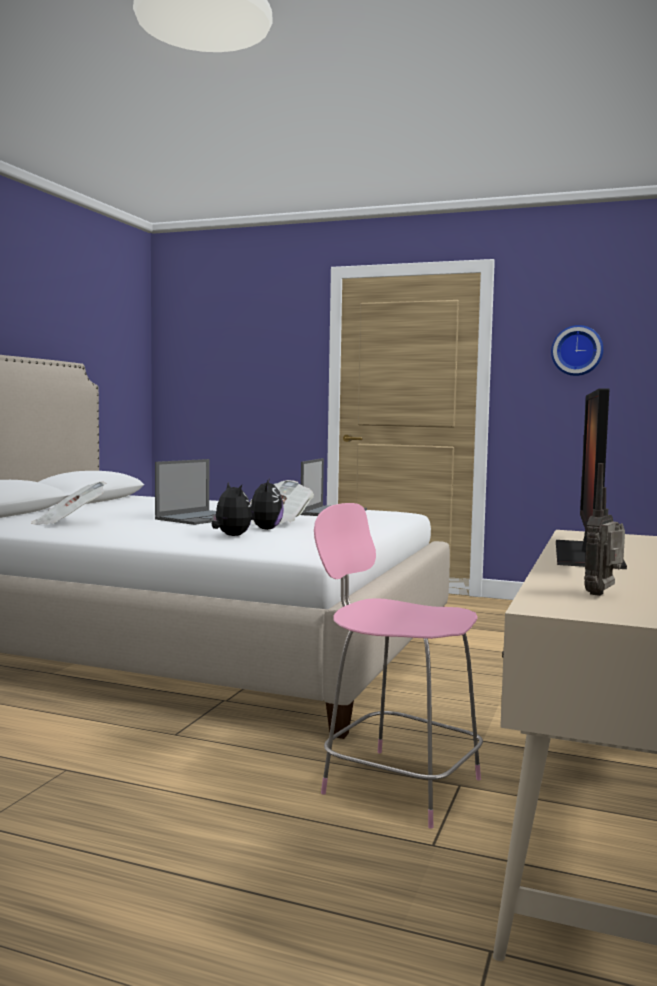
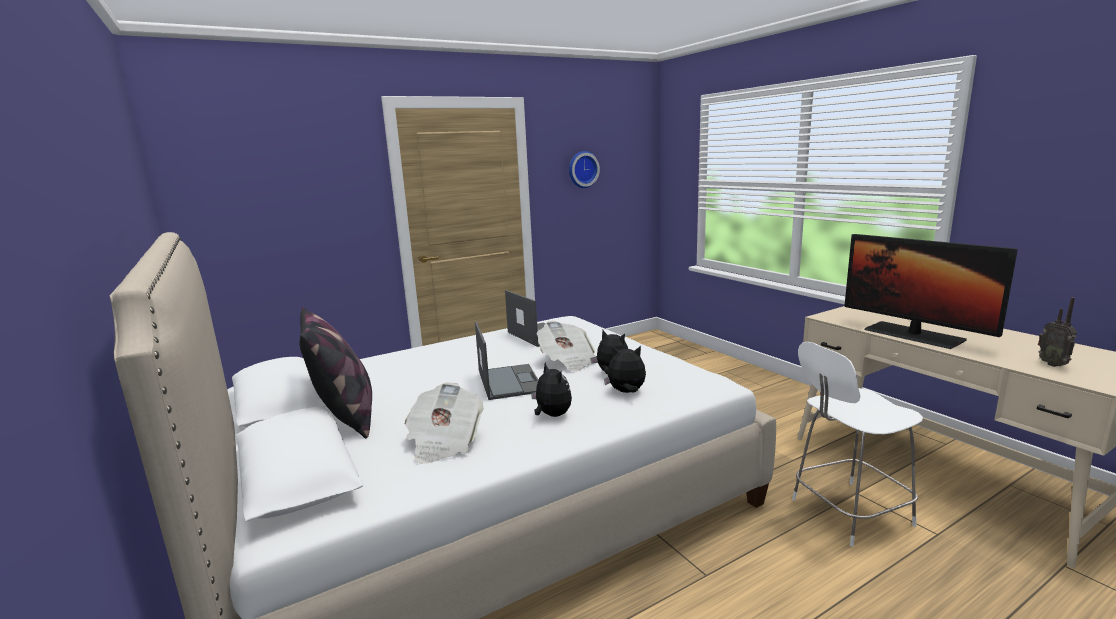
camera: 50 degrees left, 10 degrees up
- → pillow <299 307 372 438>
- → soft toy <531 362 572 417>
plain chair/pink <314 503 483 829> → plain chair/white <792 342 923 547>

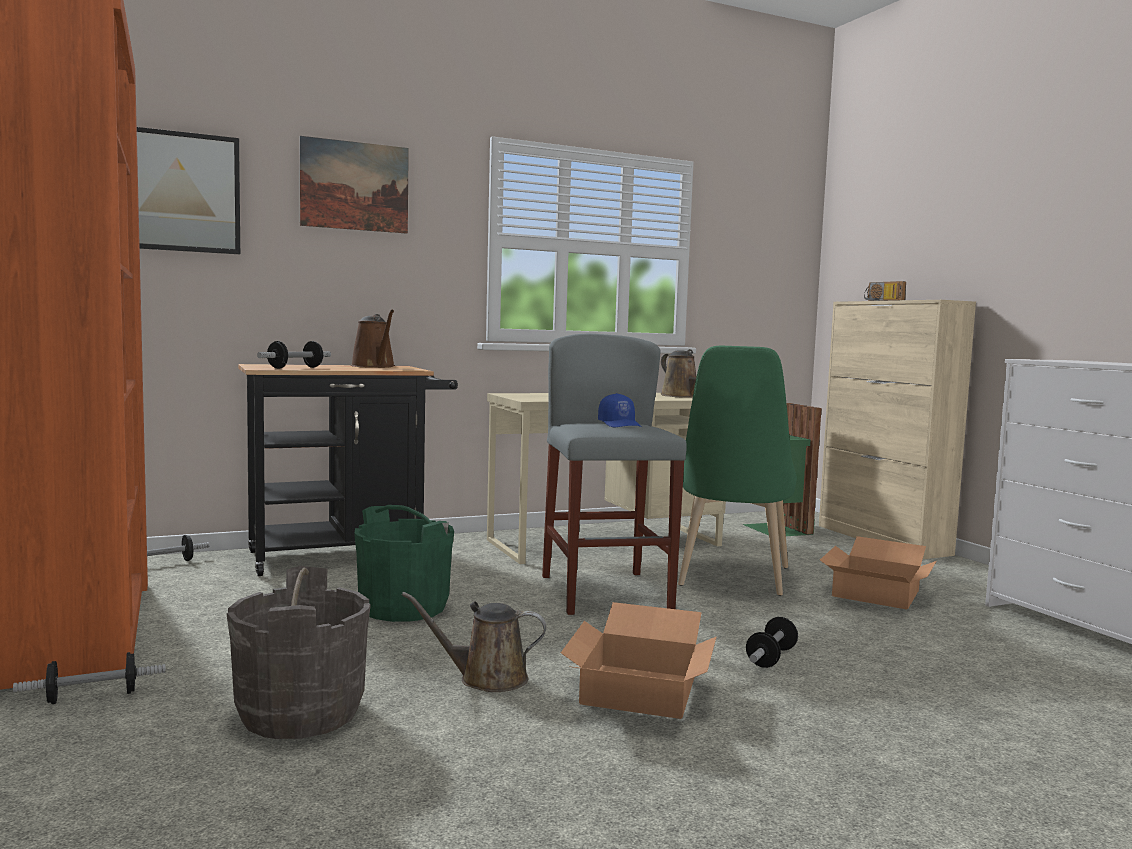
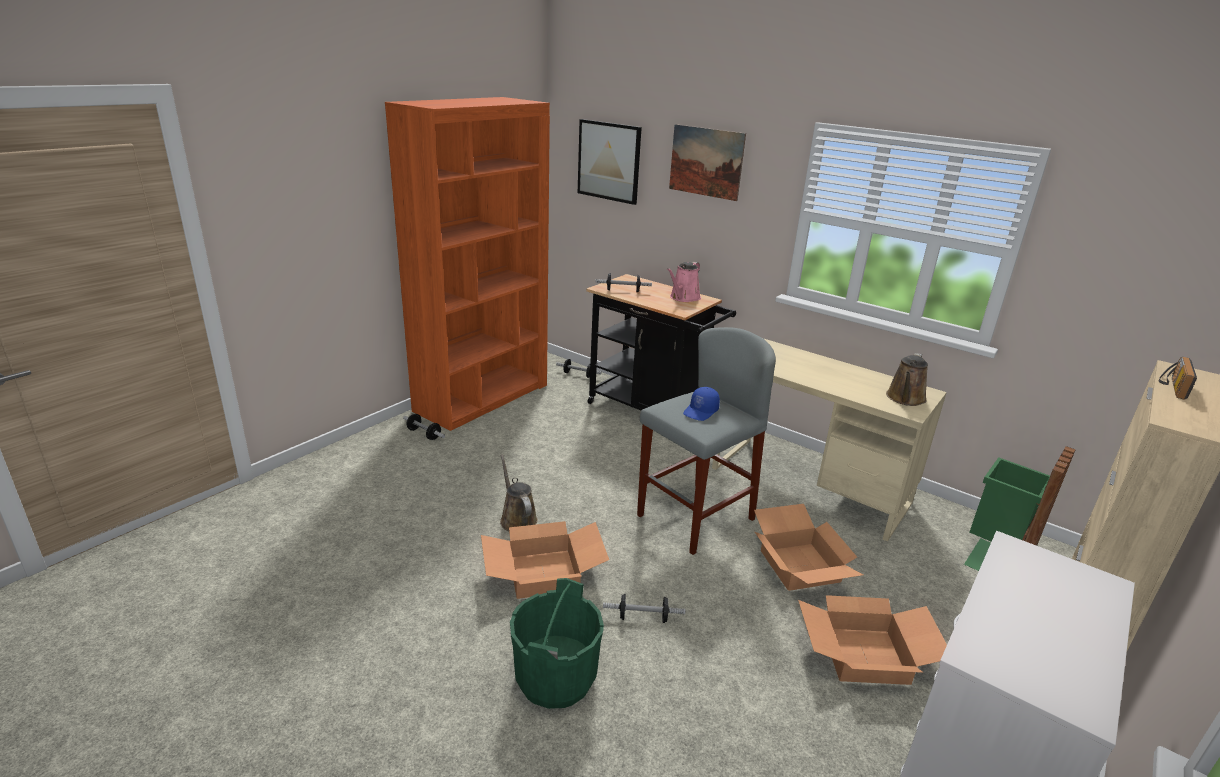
camera: 60 degrees right, 20 degrees up
bucket/greenish <355 505 454 622> → bucket/greenish <510 578 604 709>, relocated
watering can/brown <351 310 395 368> → watering can/pink <667 262 701 302>
plain chair/greenish <678 346 797 596> → cardboard box <754 504 863 591>
bucket/grey <227 566 370 739> → -

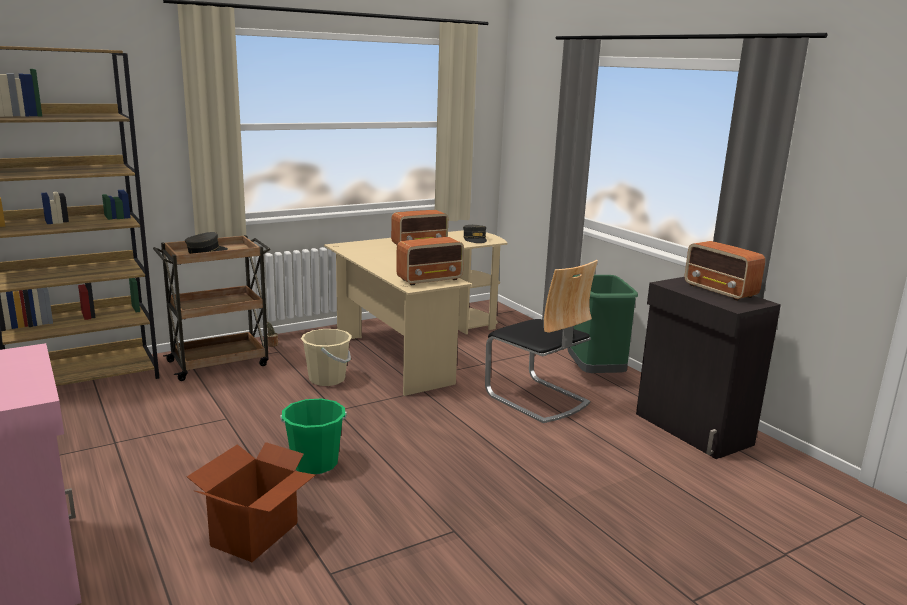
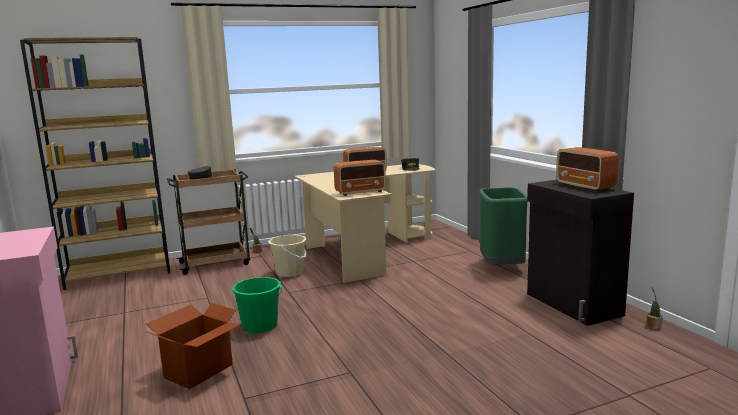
camera: 10 degrees right, 5 degrees down
- → potted plant <646 288 663 330>
plain chair <485 260 598 423> → -

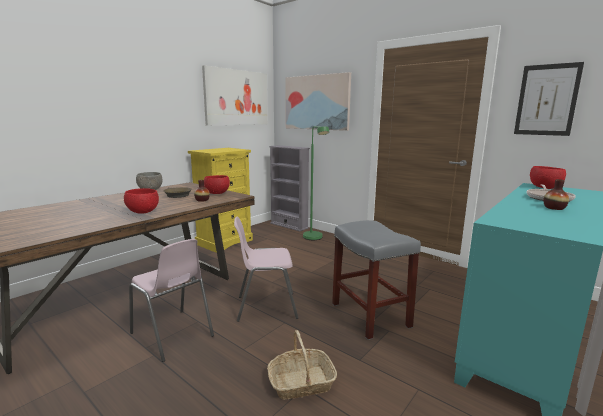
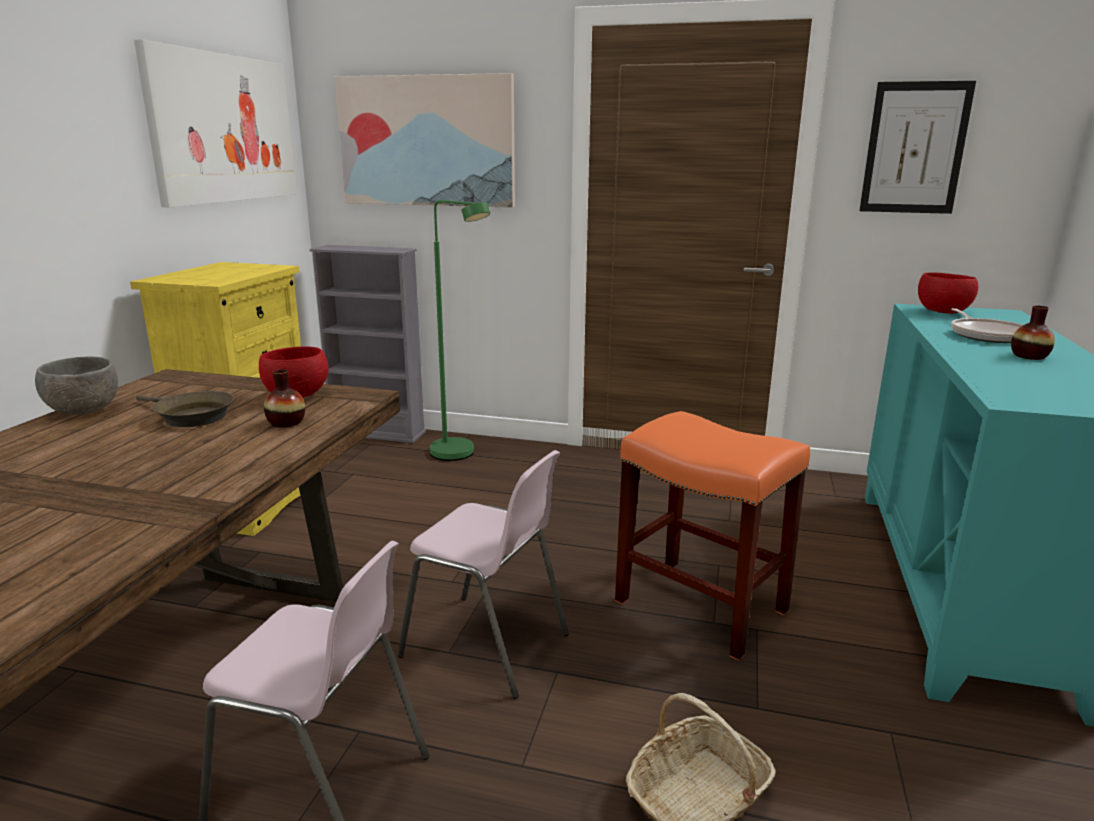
camera: 25 degrees left, 5 degrees up
plain chair/pink <234 216 298 322> → plain chair/pink <397 450 569 699>, 120 degrees counterclockwise
stool/grey <332 220 421 340> → stool/orangey <615 411 810 661>
deep dish/reddish <124 188 159 214> → -

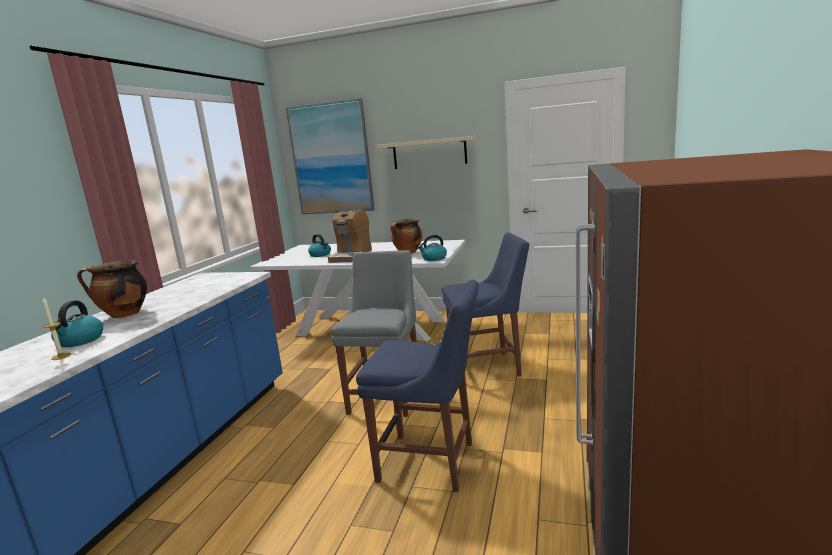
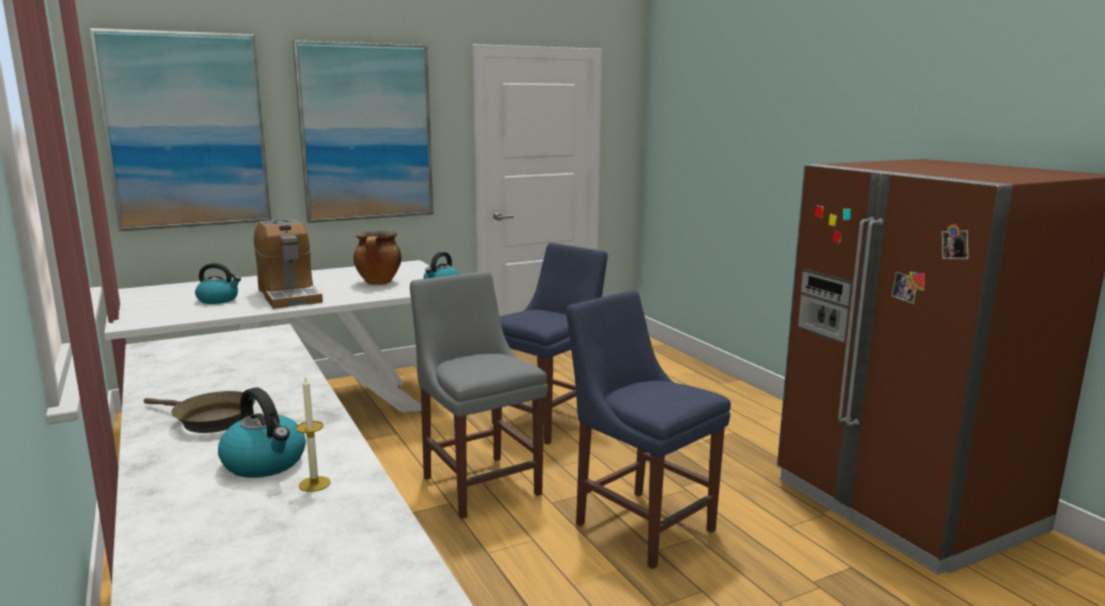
camera: 45 degrees left, 0 degrees up
saucepot <77 260 147 318> → skillet/brown <144 391 256 433>
bracket shelf/beige <377 136 476 169> → picture <293 40 433 223>
plain chair/blue <356 280 479 492> → plain chair/blue <566 290 731 569>, 105 degrees counterclockwise

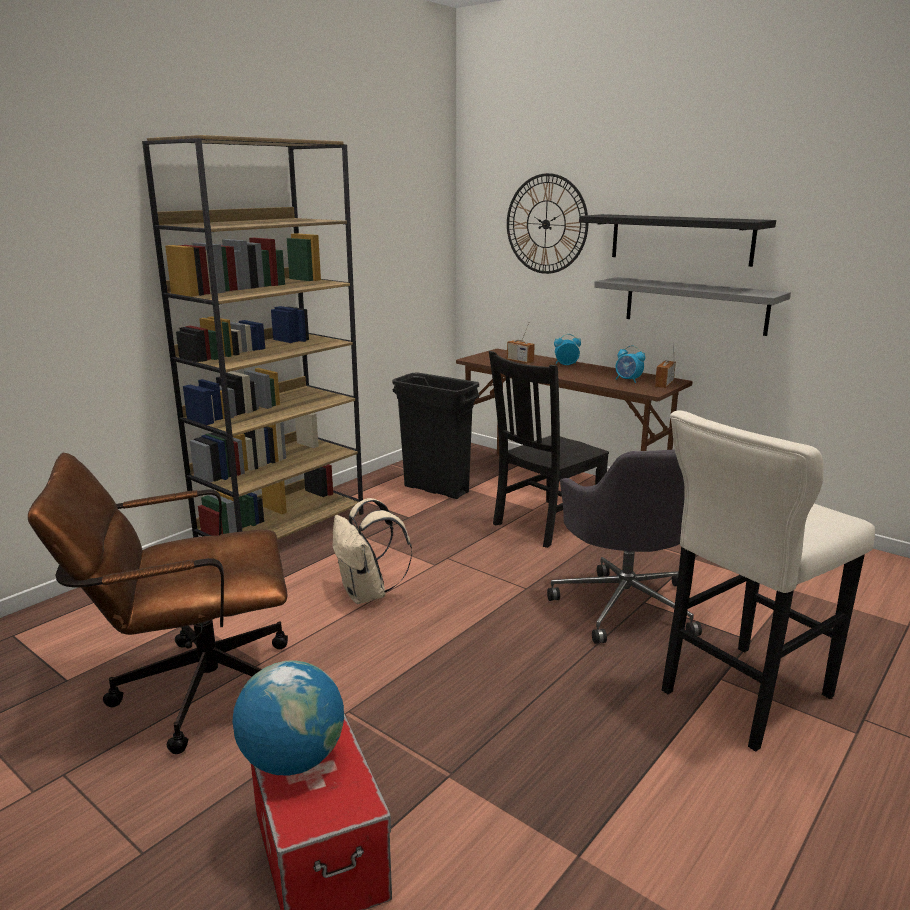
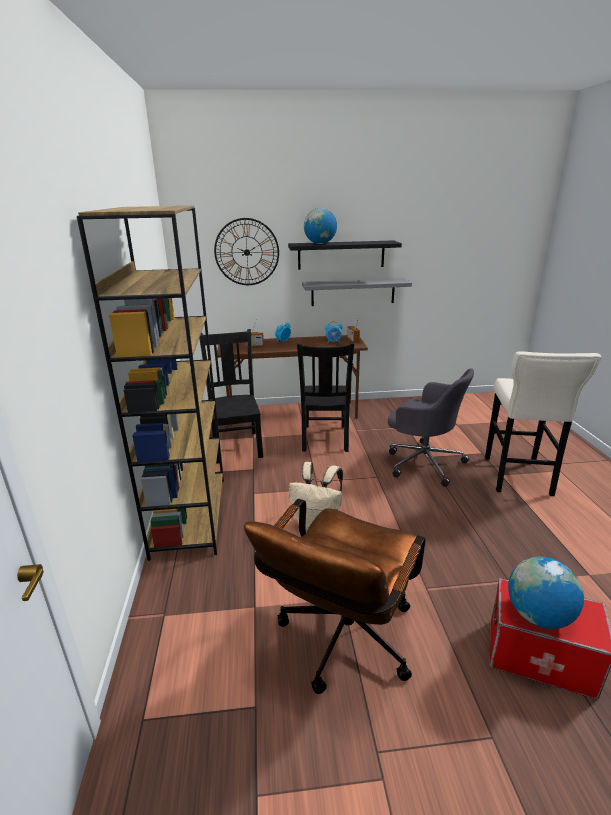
camera: 45 degrees left, 5 degrees up
waste bin/black-coloured <392 372 480 499> → plain chair/black-coloured <199 329 263 464>
- → globe <304 208 337 244>

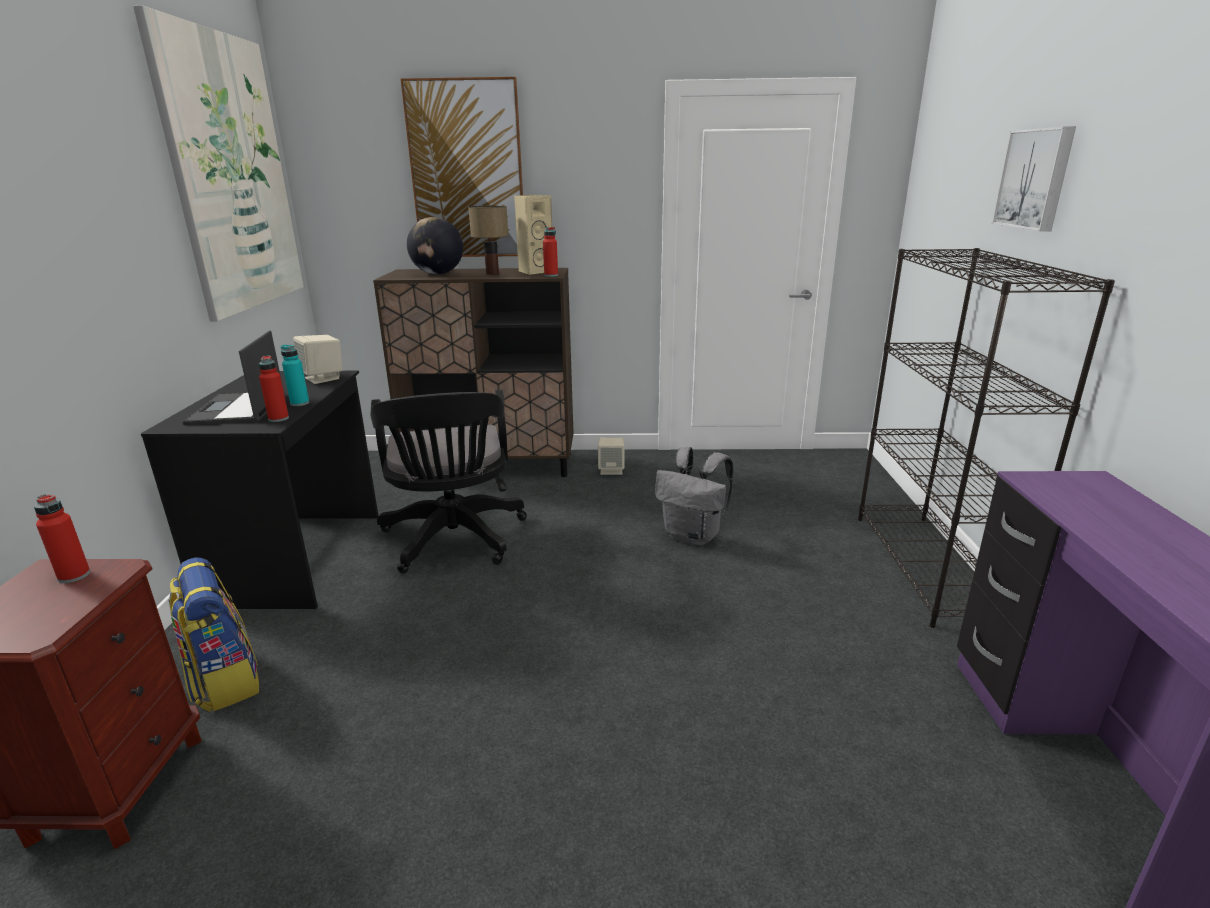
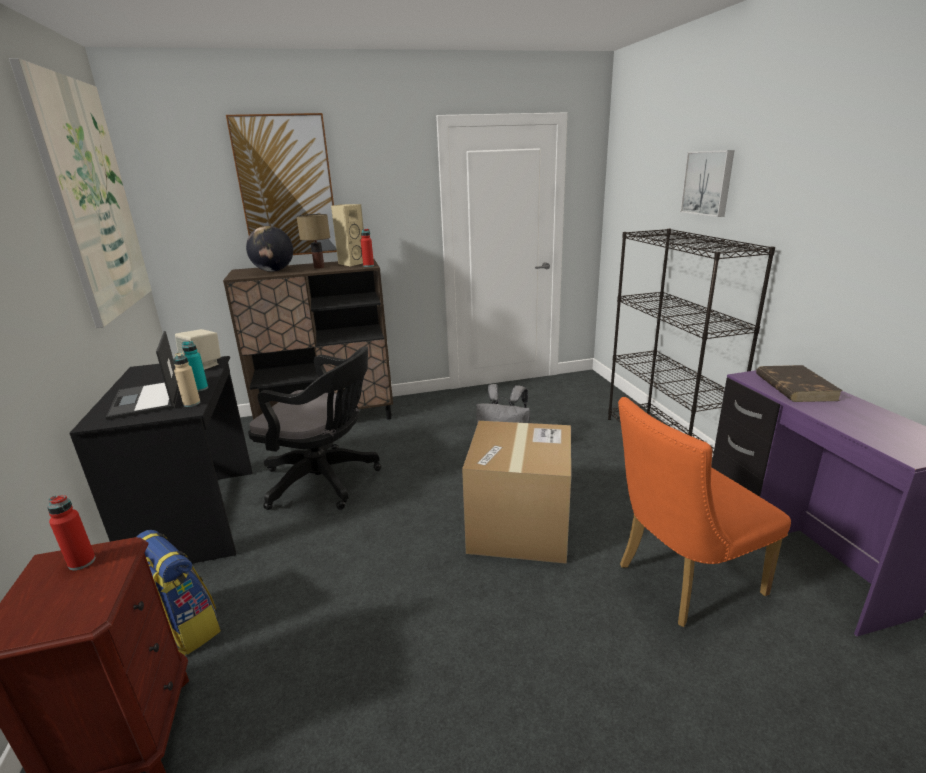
camera: 15 degrees left, 0 degrees up
drink bottle/reddish <259 356 289 422> → drink bottle/beige <173 352 200 407>
office chair/black-coloured <370 389 527 573> → office chair/black-coloured <248 346 381 510>, 45 degrees counterclockwise
- → cardboard box <462 421 571 564>
- → plain chair/orangey <618 397 791 627>
- → book/brown <756 365 843 402>
loudspeaker/beige <598 438 624 475> → -

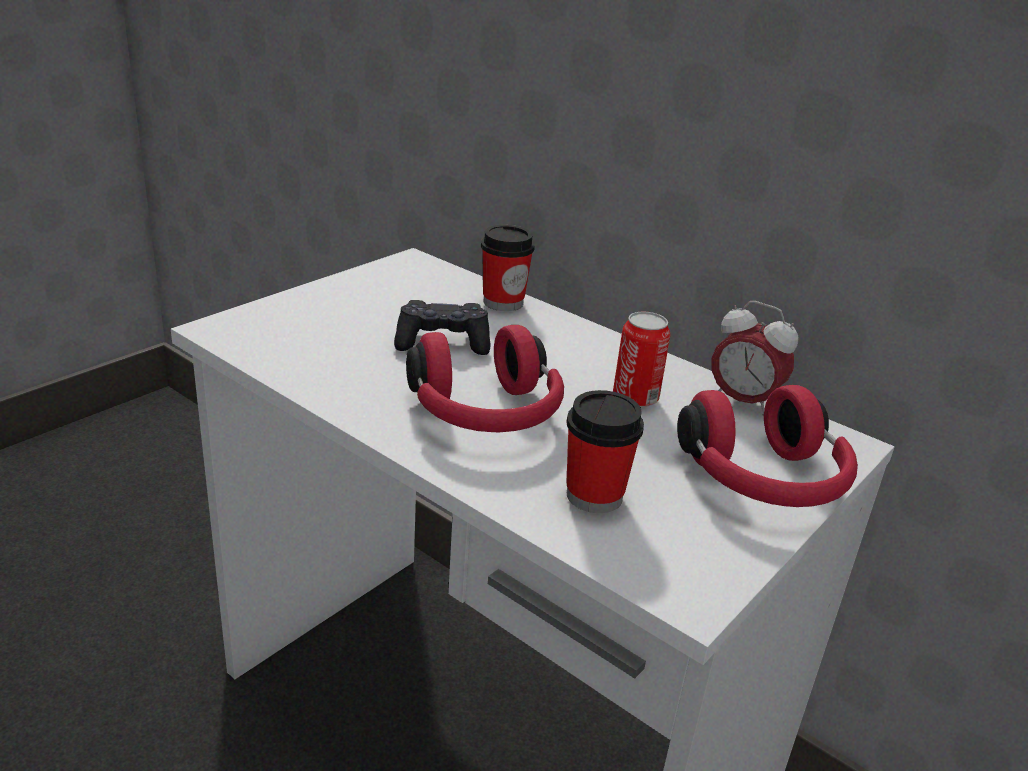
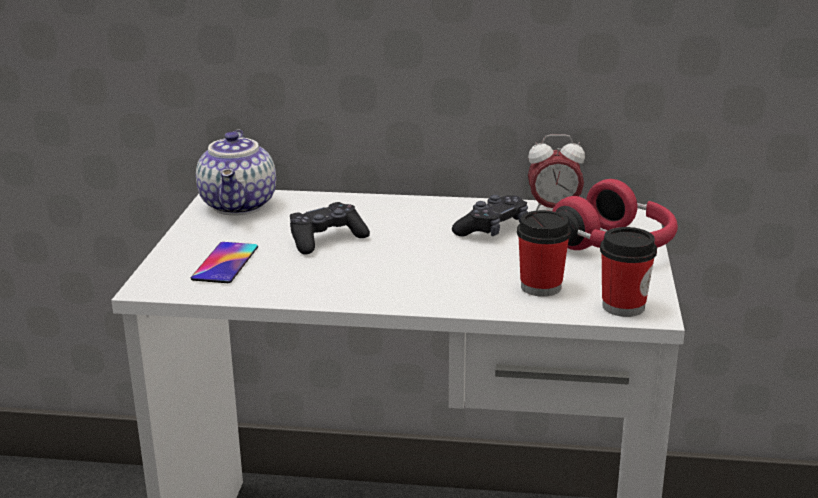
camera: 30 degrees left, 5 degrees down
- → handset <191 242 258 283>
- → tea pot <196 130 276 215>
can <613 312 670 408> → game controller/black-coloured <452 195 528 237>
small cup <481 225 535 311> → small cup <600 227 657 317>, relocated
headphones/reddish <406 325 564 432> → -

